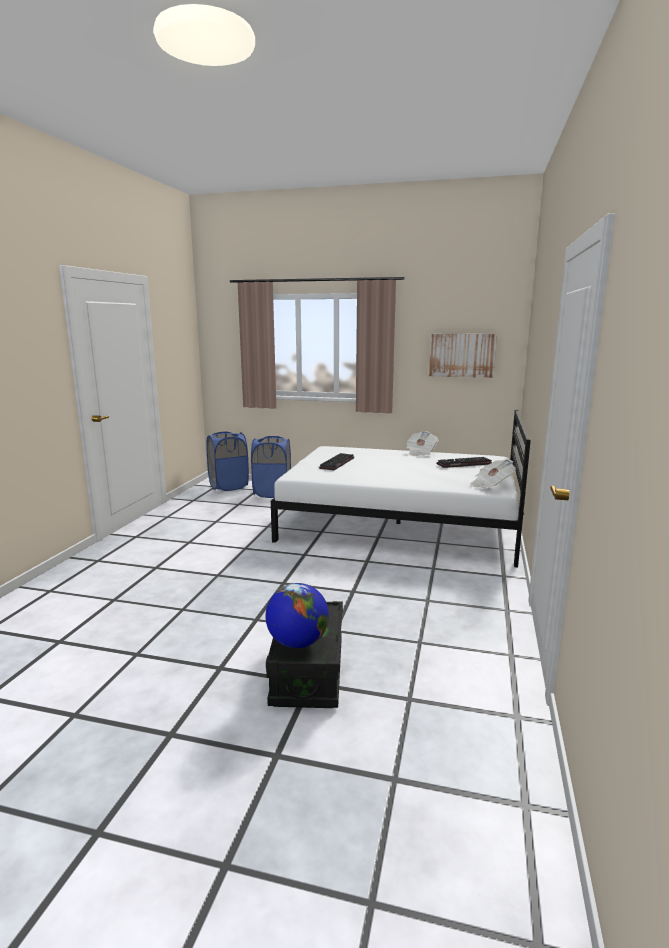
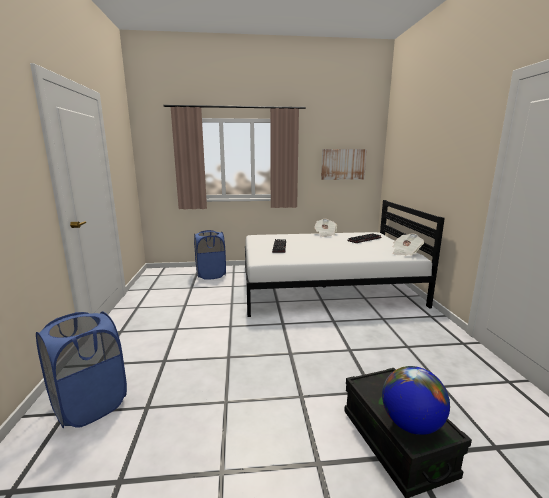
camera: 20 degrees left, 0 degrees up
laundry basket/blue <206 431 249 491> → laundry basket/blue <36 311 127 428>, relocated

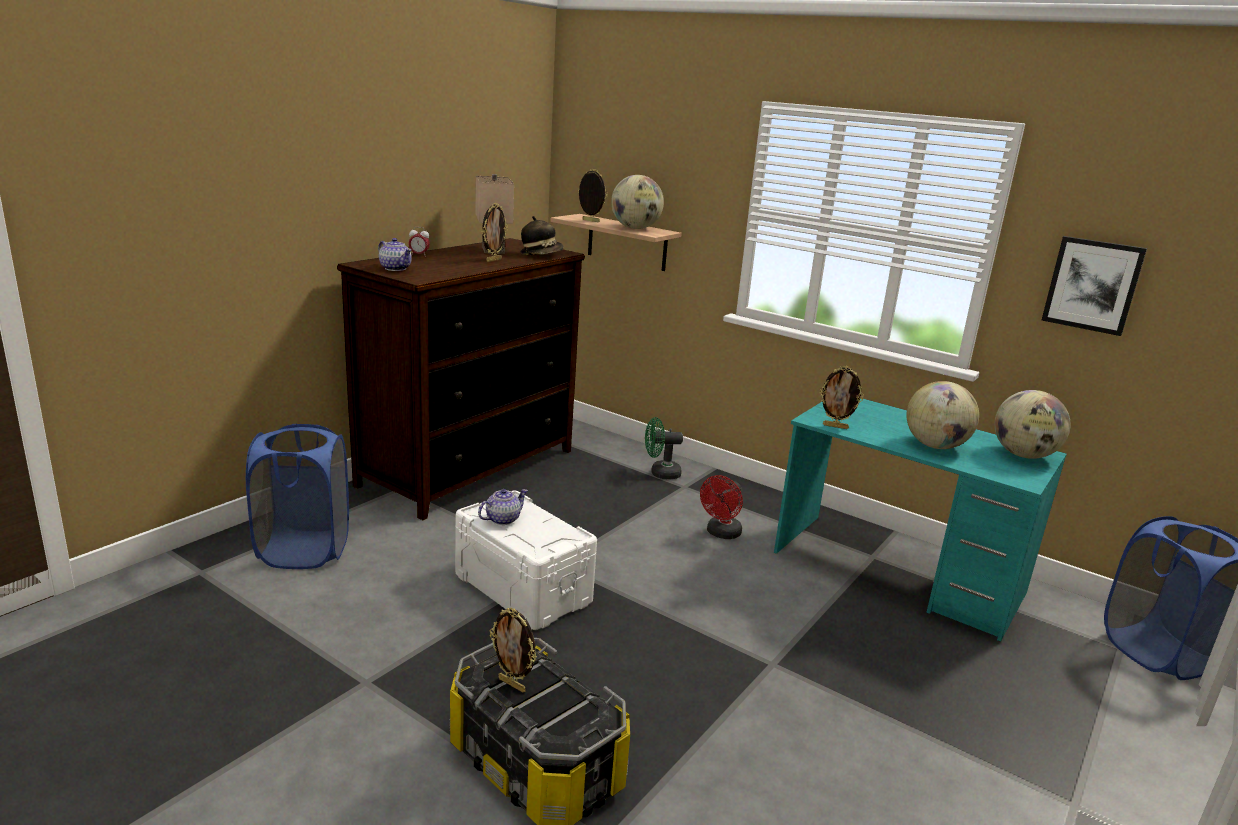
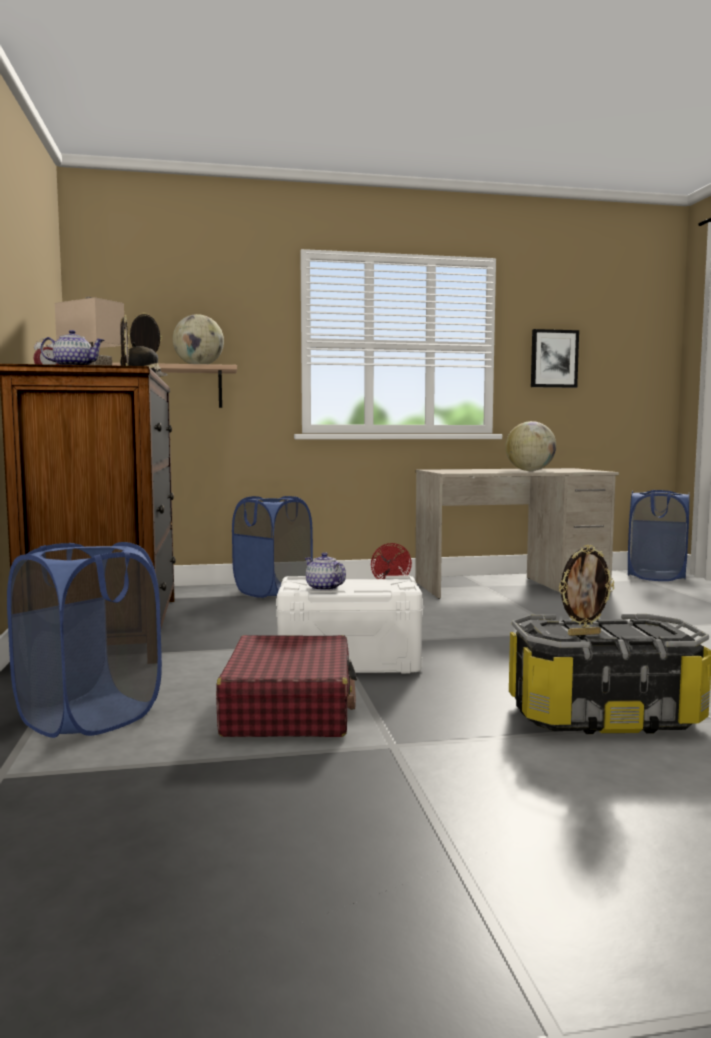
camera: 45 degrees left, 15 degrees down
- → piece of luggage/reddish <216 635 357 737>
fan/greenish <645 417 683 479> → laundry basket/blue <232 496 313 598>
tea pot <478 489 528 525> → tea pot <305 552 346 591>, 45 degrees counterclockwise
desk unit/blue-green <774 399 1067 641> → desk unit/beige <415 468 619 599>
photo frame <819 366 864 429> → -
globe <994 390 1071 459> → -

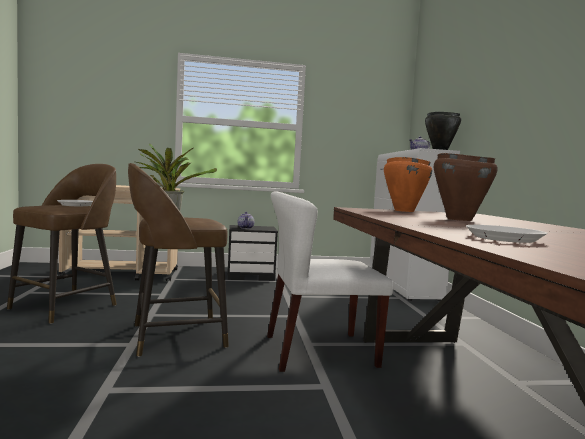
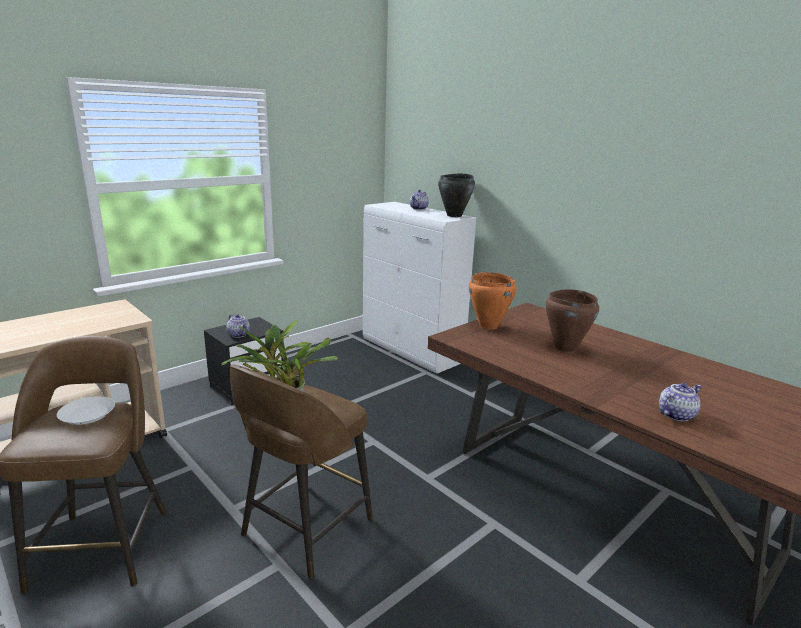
camera: 35 degrees left, 15 degrees up
dinner plate/white <466 225 548 243> → tea pot <659 383 702 421>
plain chair/white <267 191 393 372> → -

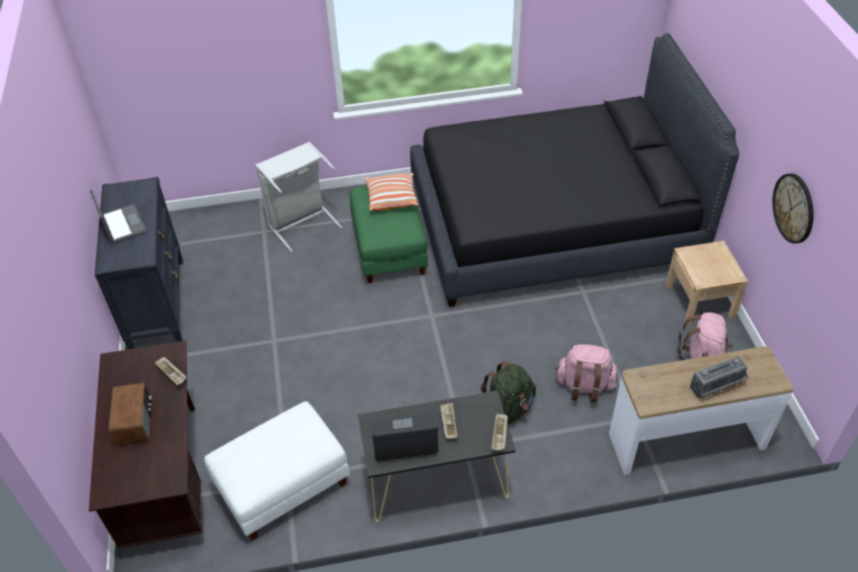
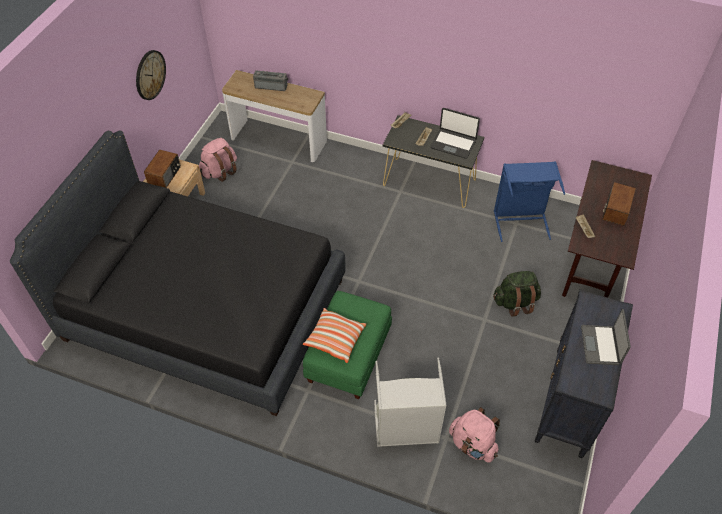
camera: 150 degrees left, 5 degrees up
- → radio receiver <144 150 181 188>
knapsack/pink <555 344 618 402> → knapsack/pink <449 407 500 463>, relocated
knapsack/greenish <481 361 536 424> → knapsack/greenish <493 271 541 317>, relocated
ottoman/white <204 401 350 540> → laundry basket/blue <494 161 565 242>

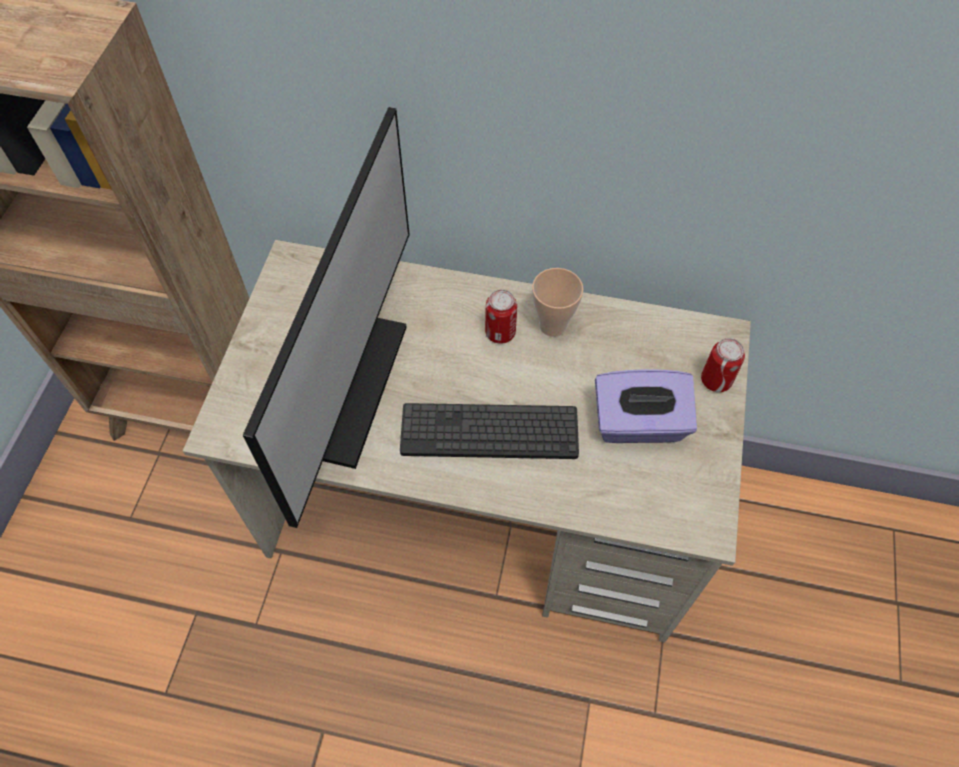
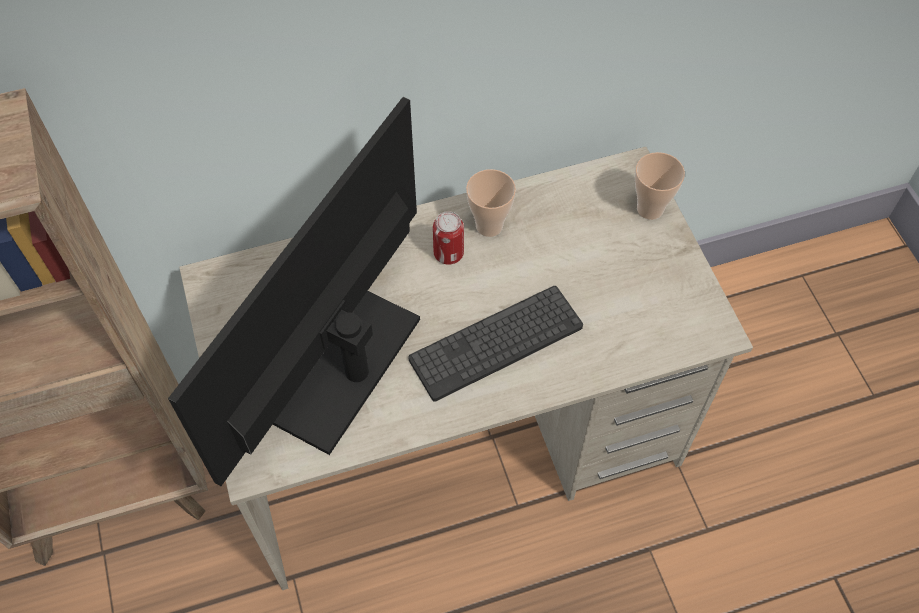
camera: 30 degrees left, 0 degrees up
computer display <243 107 410 528> → computer display <168 97 420 486>, 135 degrees counterclockwise
can <701 338 745 392> → small cup <635 152 685 220>
box of tissues/purple <595 369 697 443> → -

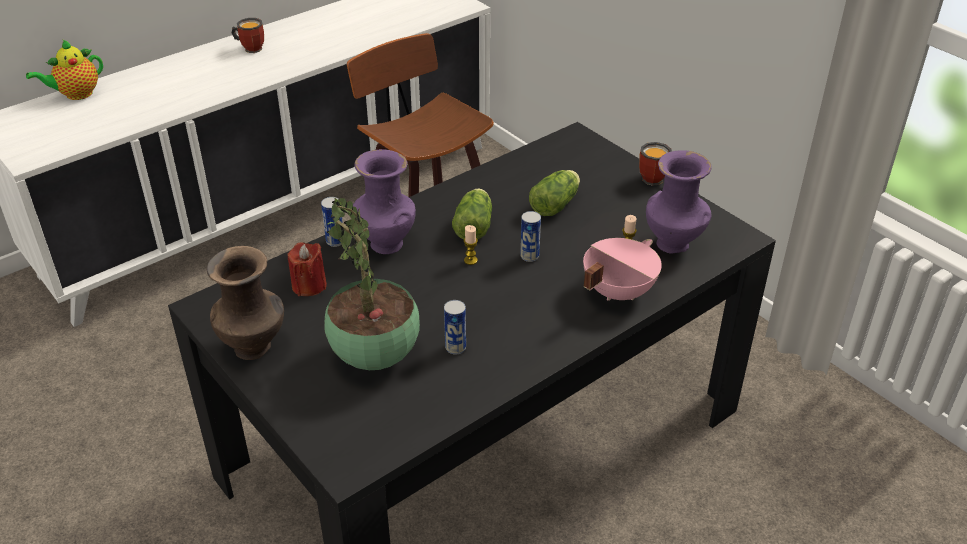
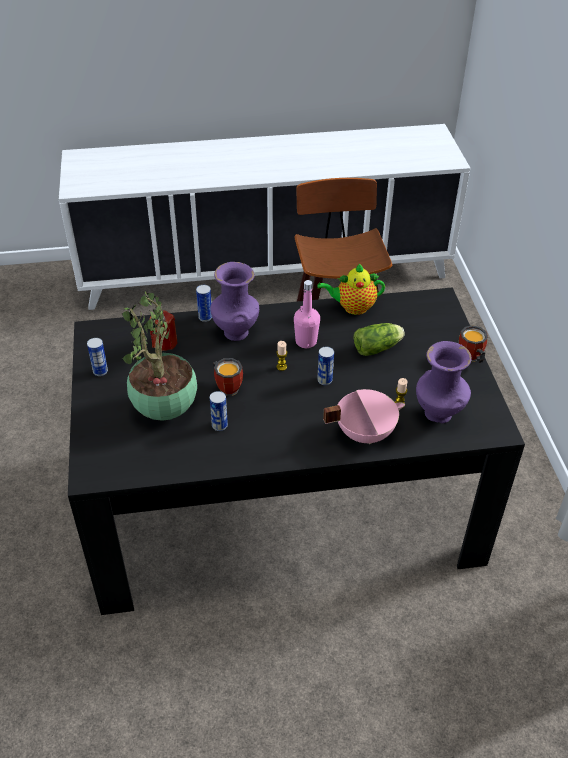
camera: 30 degrees right, 5 degrees up
flower vase/brown <207 246 284 360> → can <87 338 108 376>
tea mug <232 18 264 53> → tea mug <213 358 243 396>, relocated
lettuce head <452 189 492 240> → drink bottle/pink <294 280 320 348>
tea pot <26 39 103 100> → tea pot <317 263 385 315>, relocated

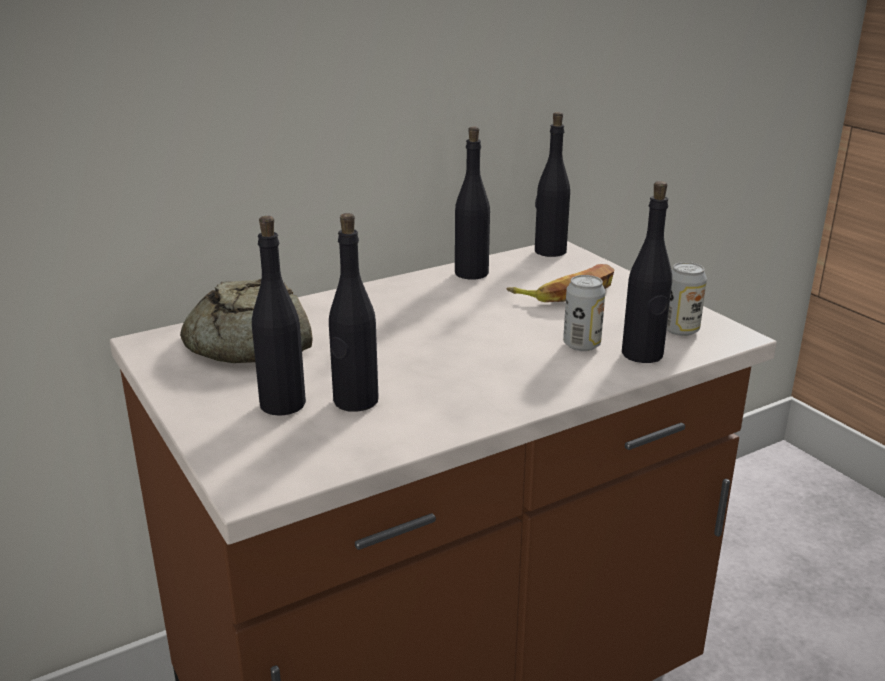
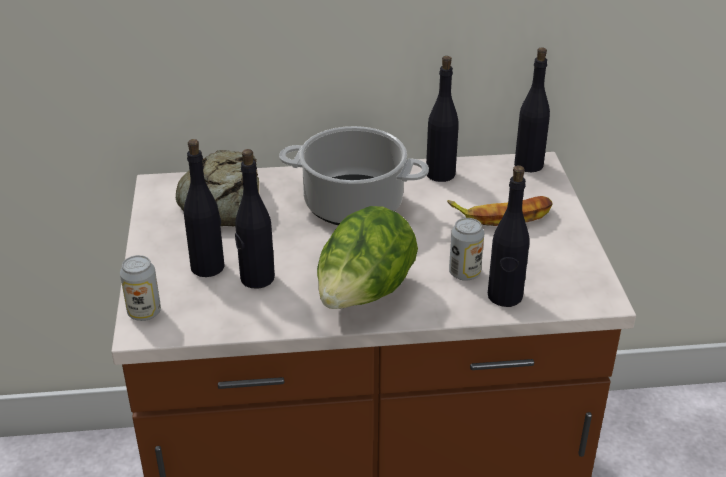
camera: 25 degrees right, 10 degrees up
can <667 262 707 336> → can <120 255 161 321>, relocated
- → saucepot <279 126 429 225>
- → lettuce head <317 206 418 309>

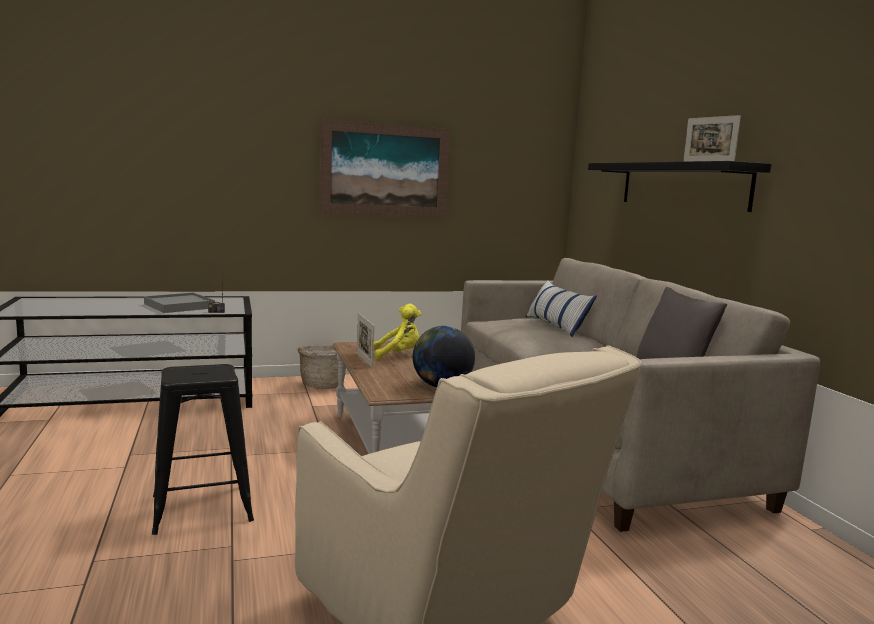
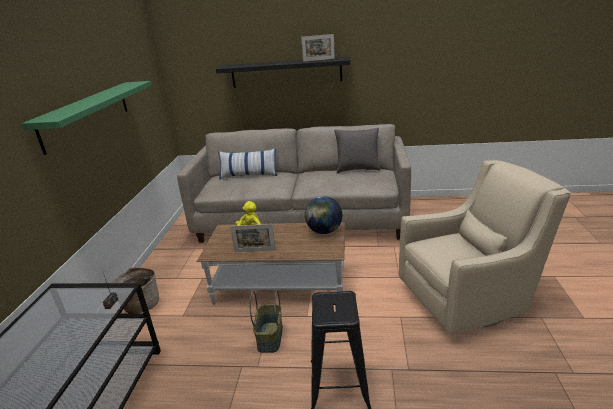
camera: 65 degrees left, 15 degrees up
picture <320 120 450 217> → bracket shelf/greenish <21 81 152 155>
- → storage basket <250 291 283 353>
tray/grey <144 293 215 313> → -

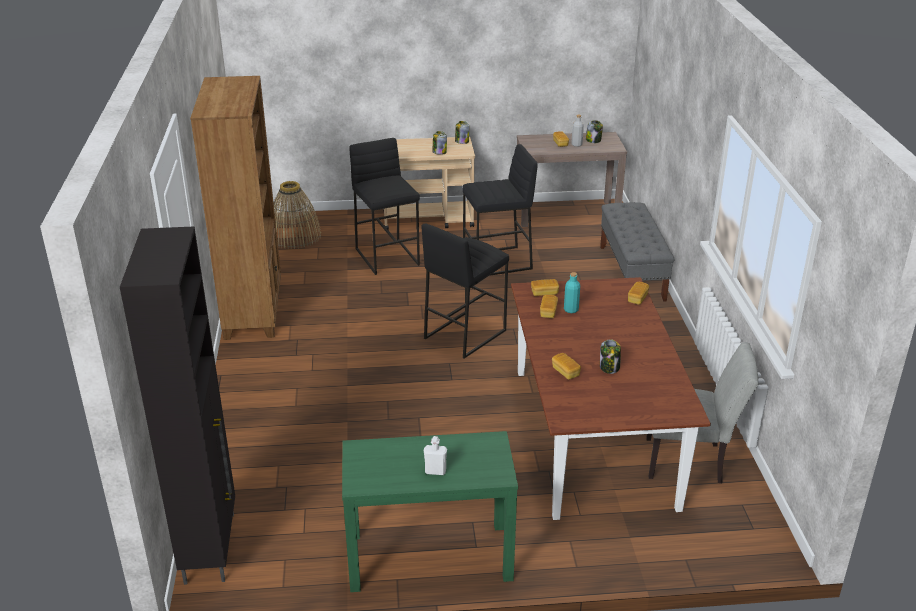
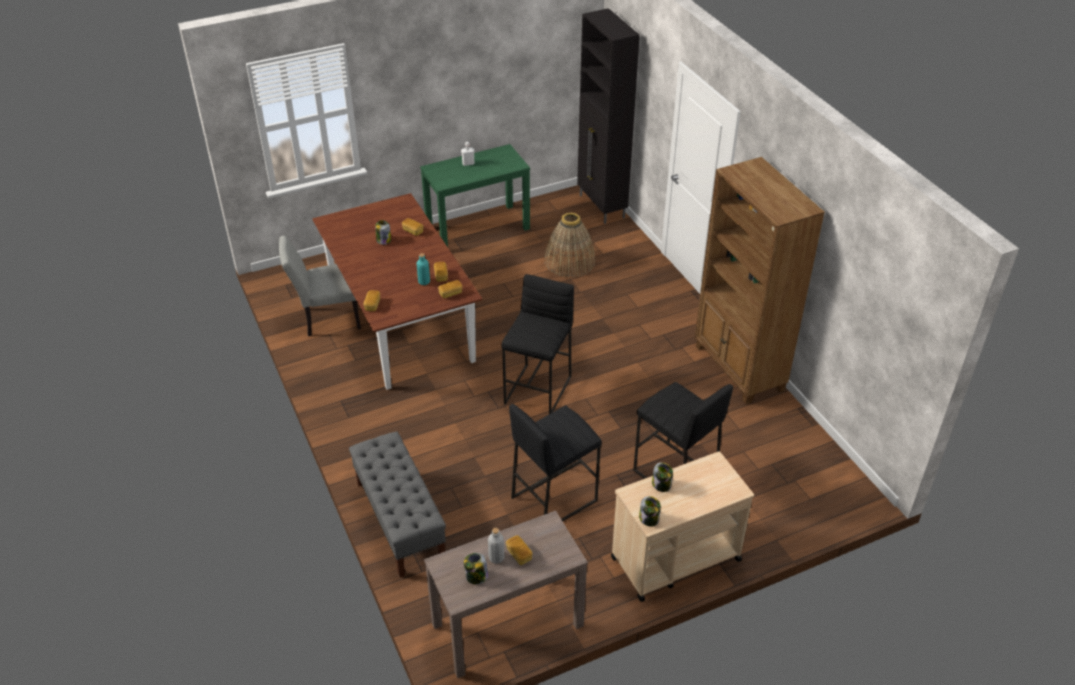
camera: 160 degrees right, 10 degrees up
storage basket <273 181 321 250> → storage basket <544 213 595 278>, relocated

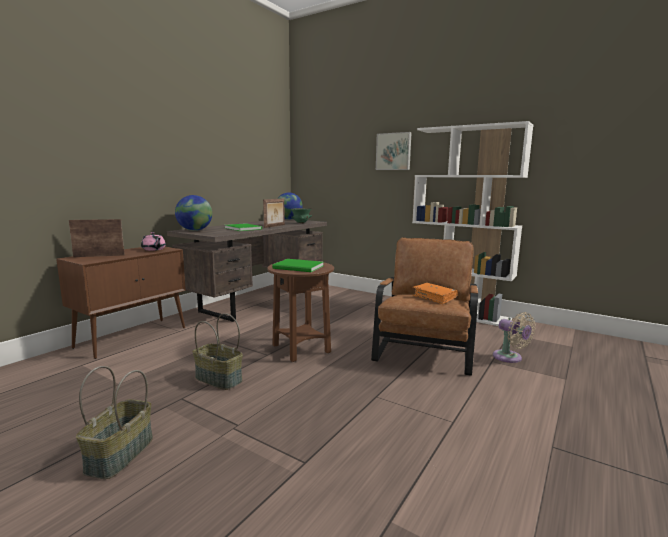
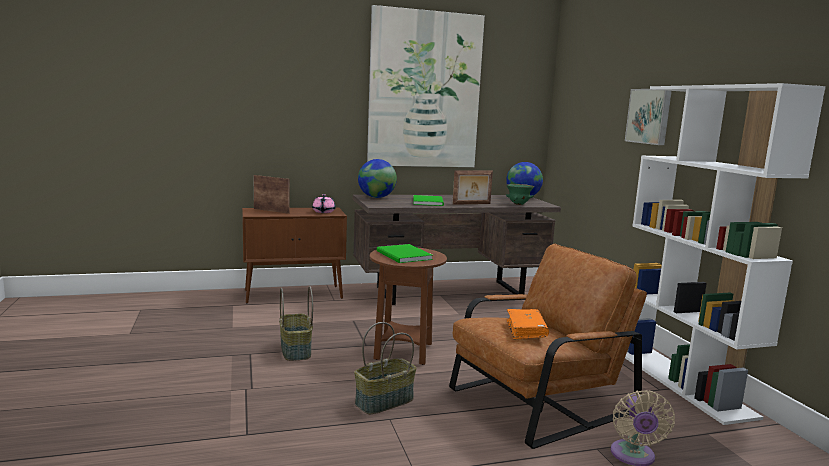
camera: 40 degrees right, 0 degrees up
storage basket <76 366 153 479> → storage basket <354 322 416 414>, relocated
- → picture <367 5 485 167>

